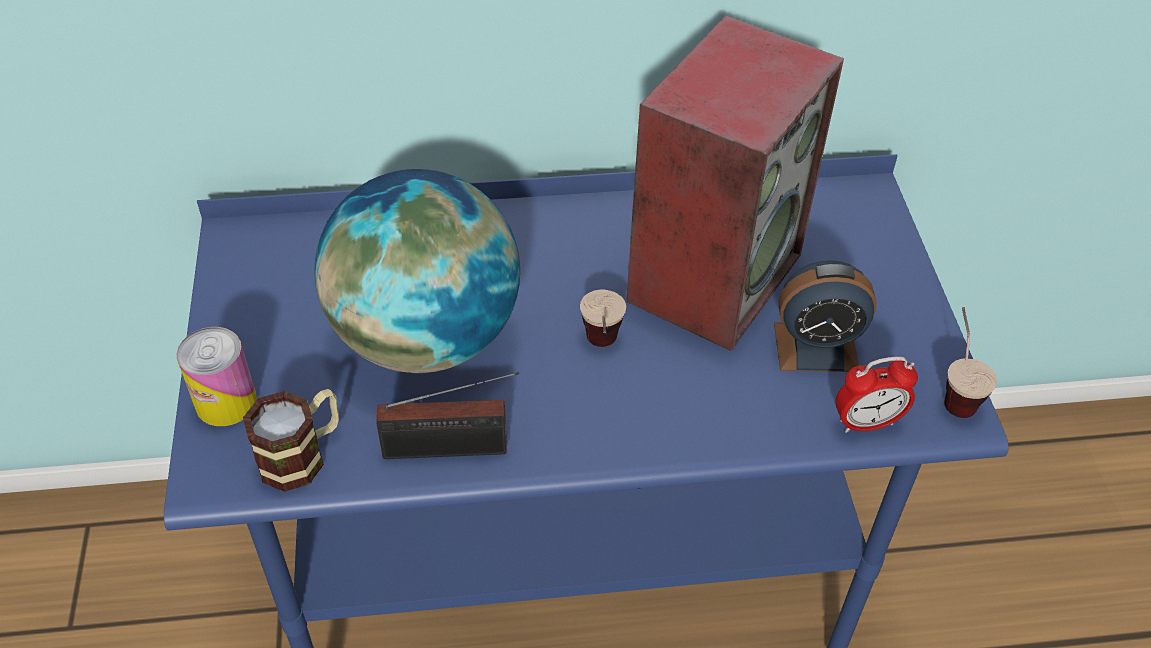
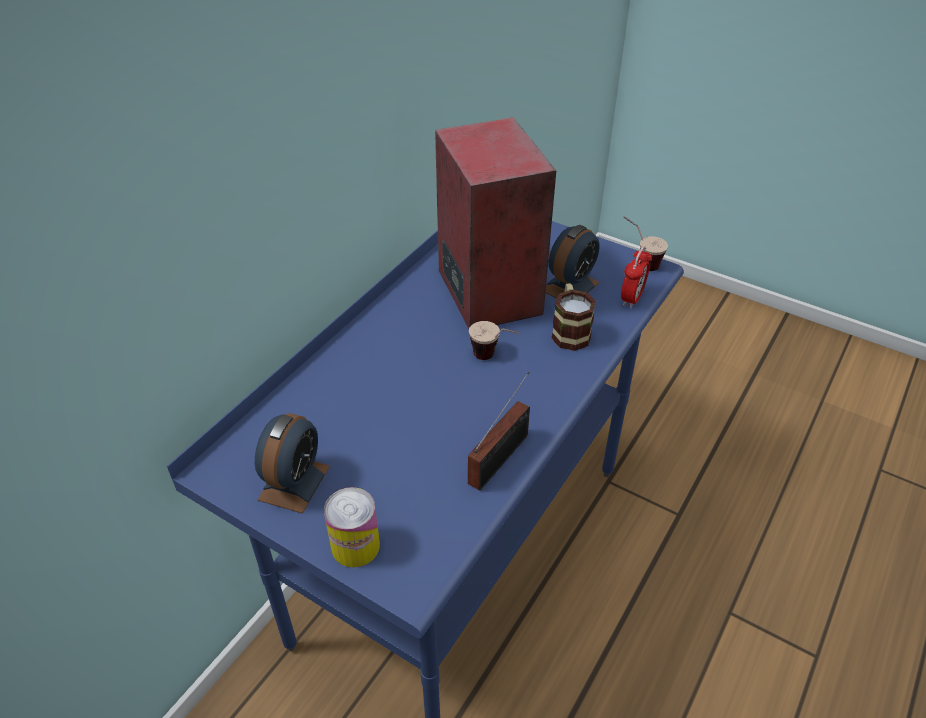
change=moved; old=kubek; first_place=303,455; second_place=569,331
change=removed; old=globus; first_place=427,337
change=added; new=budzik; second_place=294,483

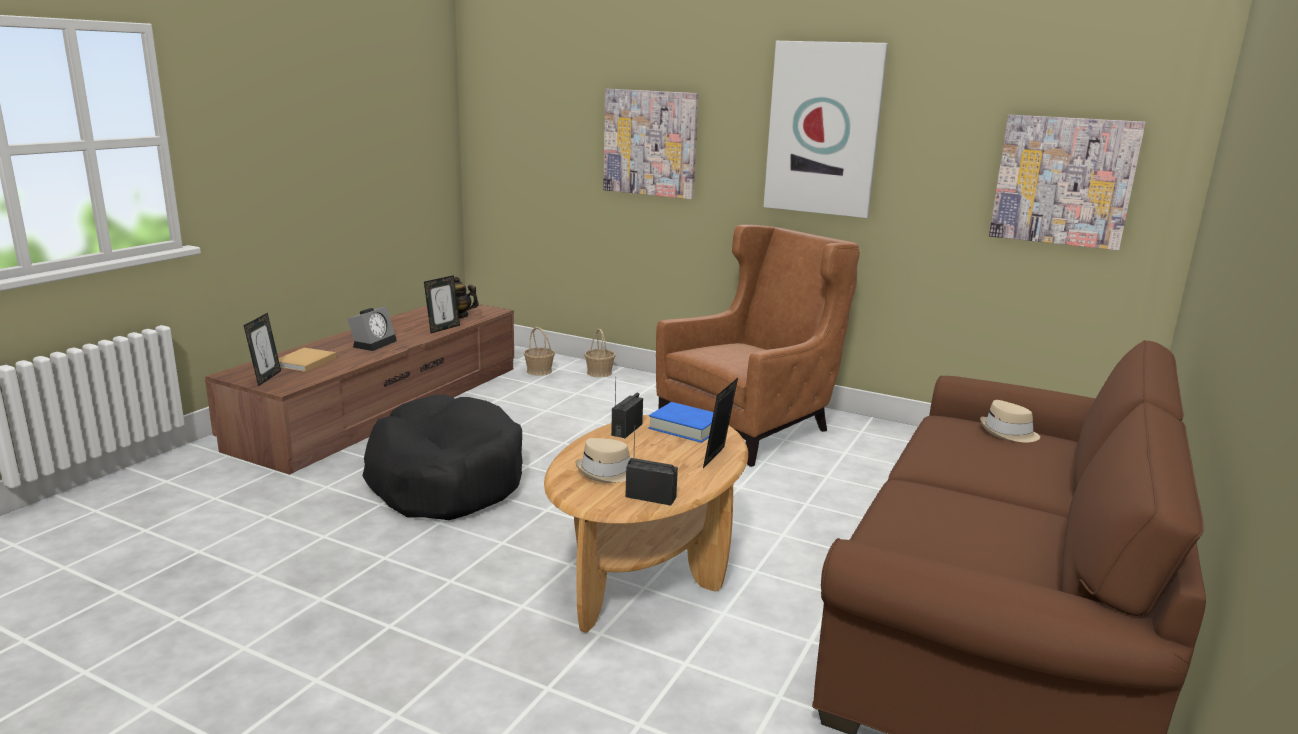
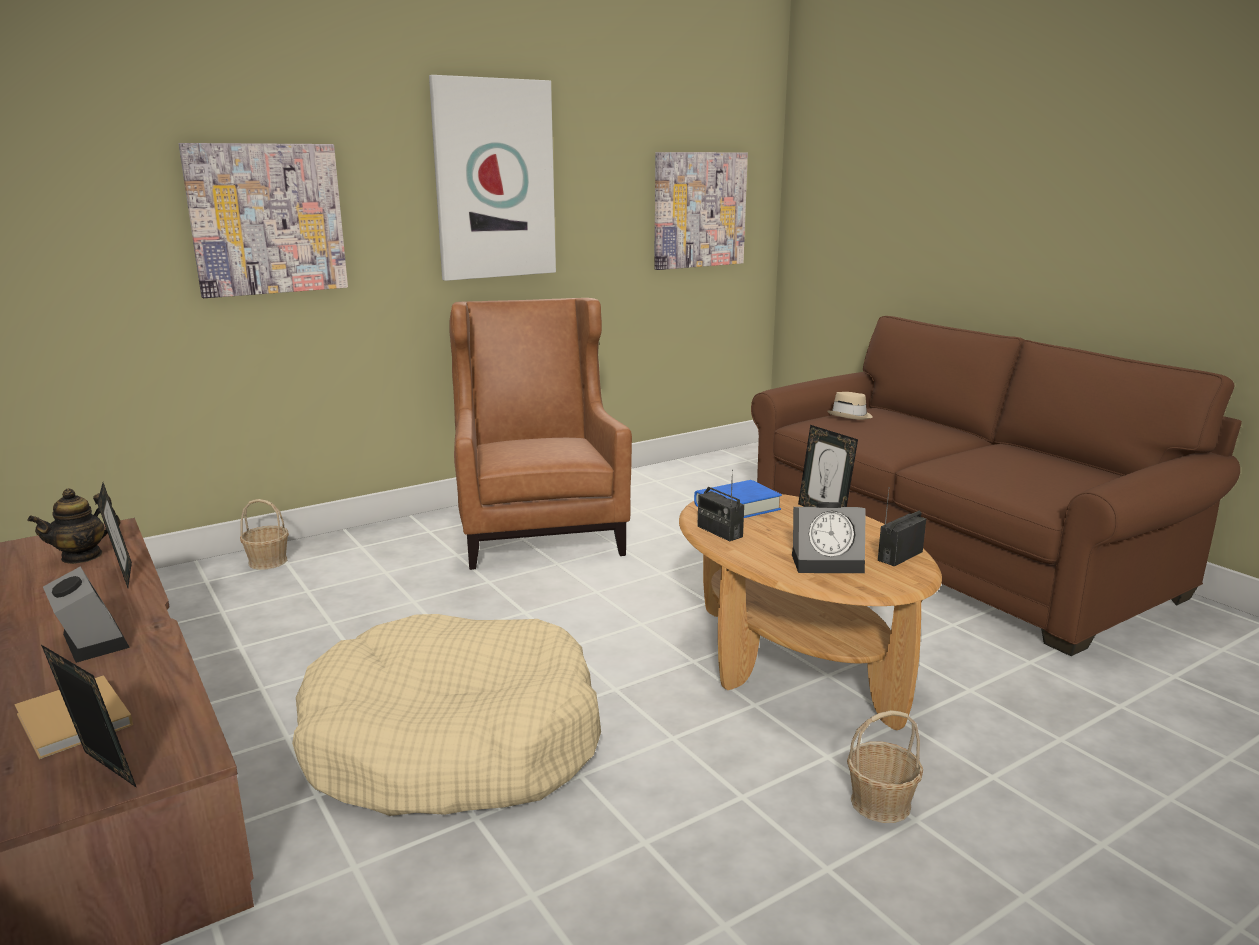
change=recoloured; old=legowisko (czarny); new=legowisko (beżowy); first_place=445,479; second_place=452,744
change=moved; old=koszyk; first_place=539,371; second_place=881,803
change=replaced; old=kapelusz (beżowy); new=budzik; first_place=607,472; second_place=829,562

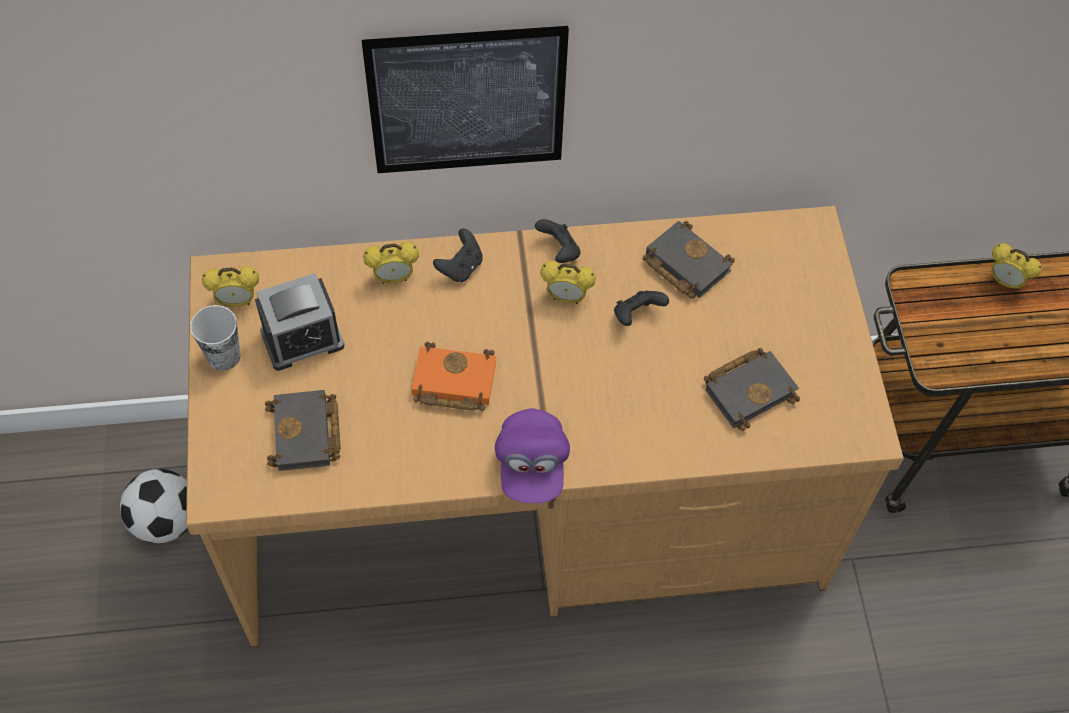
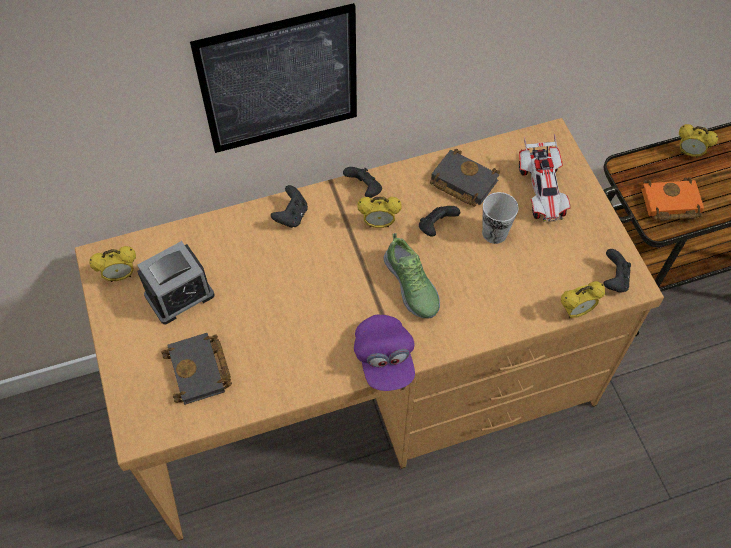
change=removed; old=piłka futbolowa; first_place=166,521
change=moved; old=filiżanka; first_place=224,356; second_place=494,233
change=moved; old=budzik; first_place=393,278; second_place=575,311
change=moved; old=książka (pomarańczowy); first_place=451,383; second_place=669,204
change=removed; old=książka (czarny); first_place=750,389
change=added; new=but; second_place=411,286
change=added; new=samochodzik; second_place=542,191
change=added; new=pad do gier (czarny); second_place=614,280

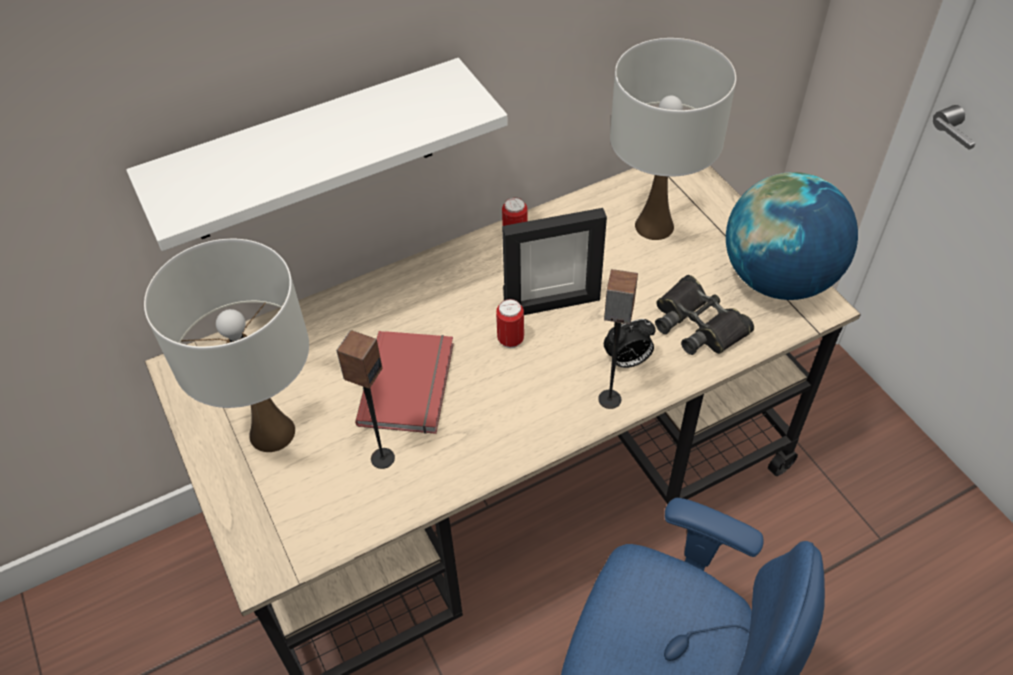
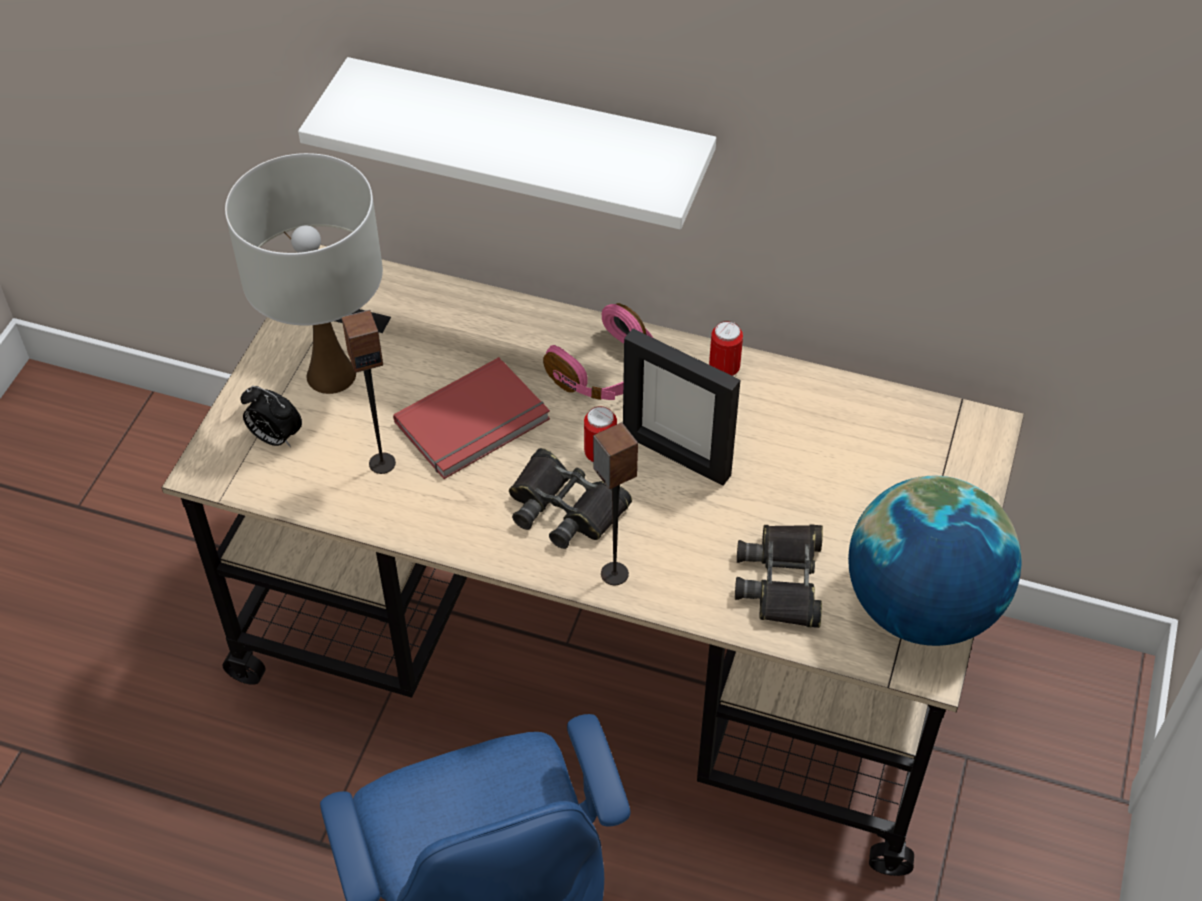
change=moved; old=budzik; first_place=627,361; second_place=275,438
change=removed; old=lampa stołowa (biały); first_place=654,226
change=added; new=lornetka (czarny); second_place=565,507
change=added; new=słuchawki (różowy); second_place=608,372

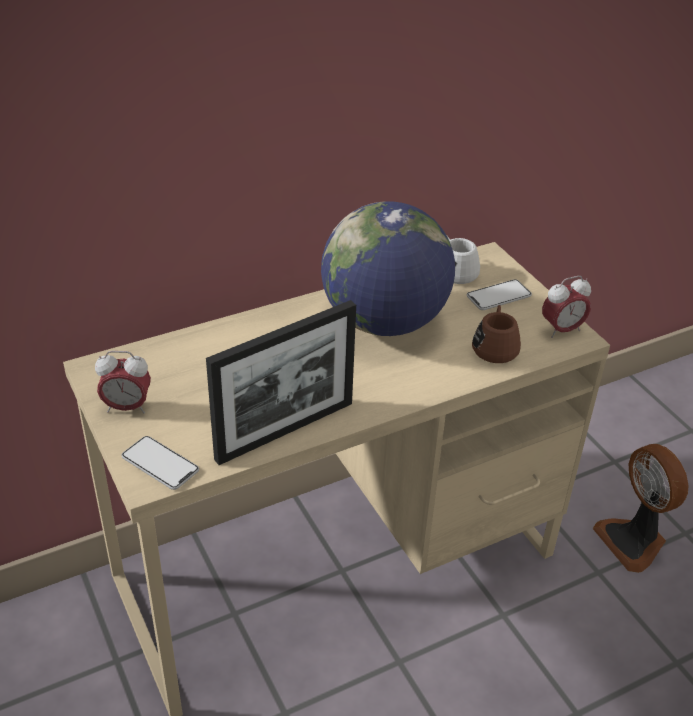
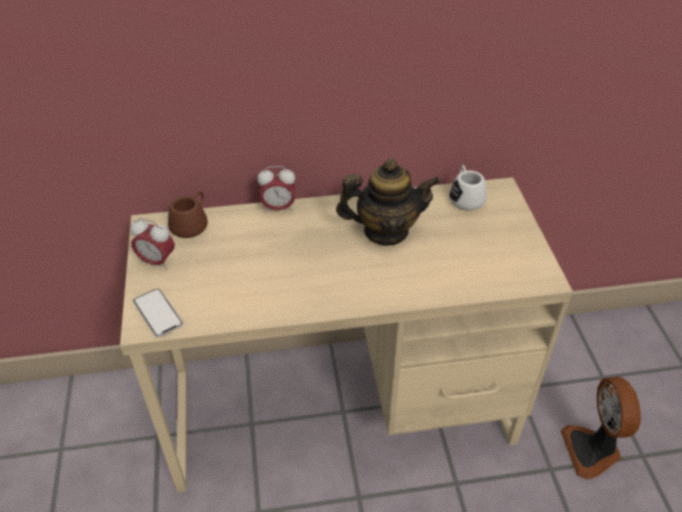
change=removed; old=ramka na zdjęcie; first_place=285,431
change=replaced; old=globus; new=imbryk; first_place=384,322; second_place=385,231
change=removed; old=telefon; first_place=498,296
change=moved; old=kubek (brązowy); first_place=495,346; second_place=191,223
change=moved; old=budzik; first_place=561,330; second_place=278,208

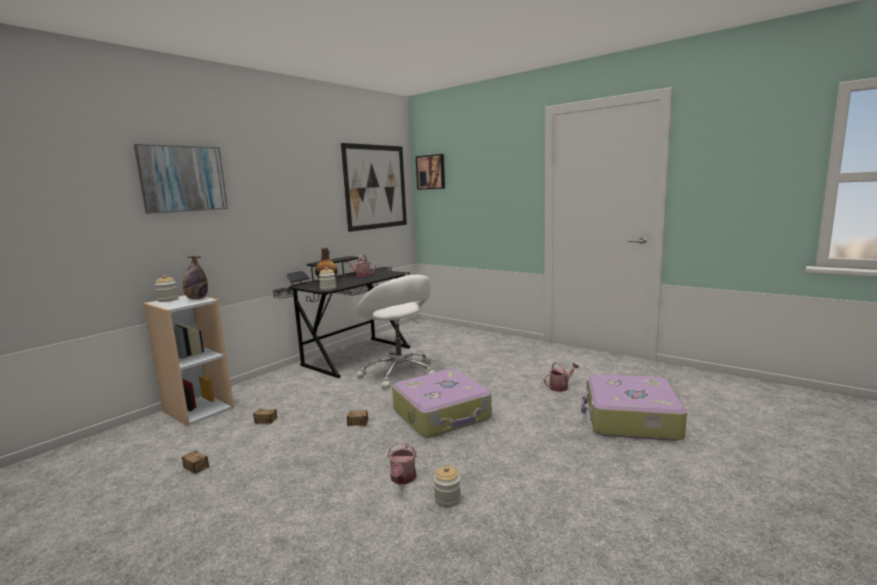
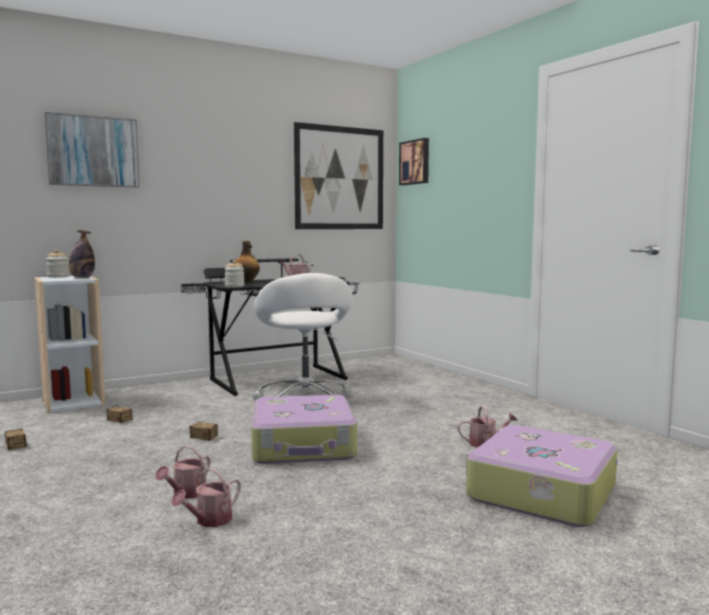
change=replaced; old=słoik; new=konewka; first_place=447,499; second_place=209,521

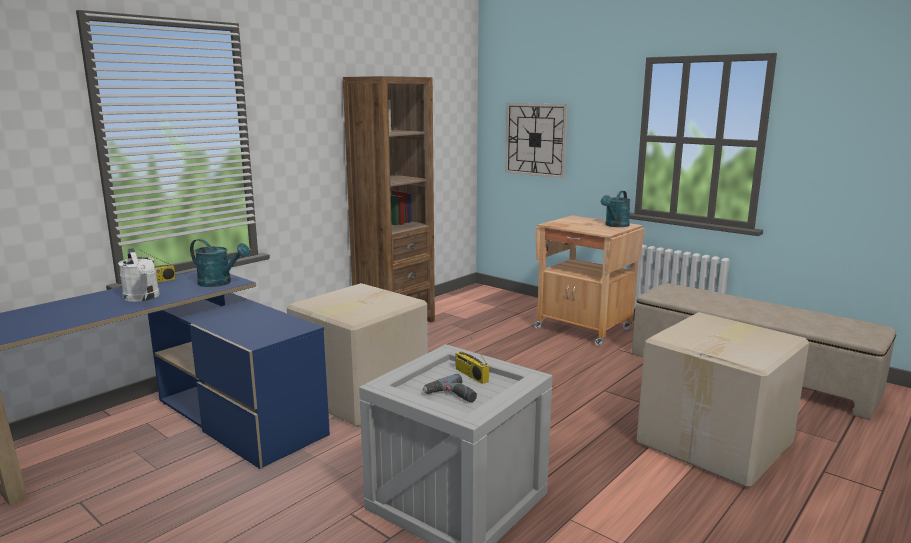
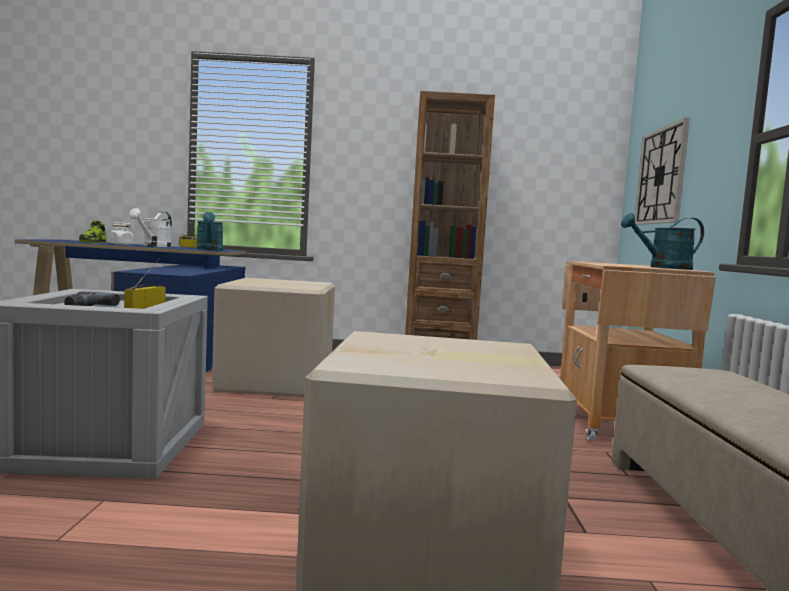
change=added; new=but; second_place=93,242
change=added; new=słoik (biały); second_place=121,244

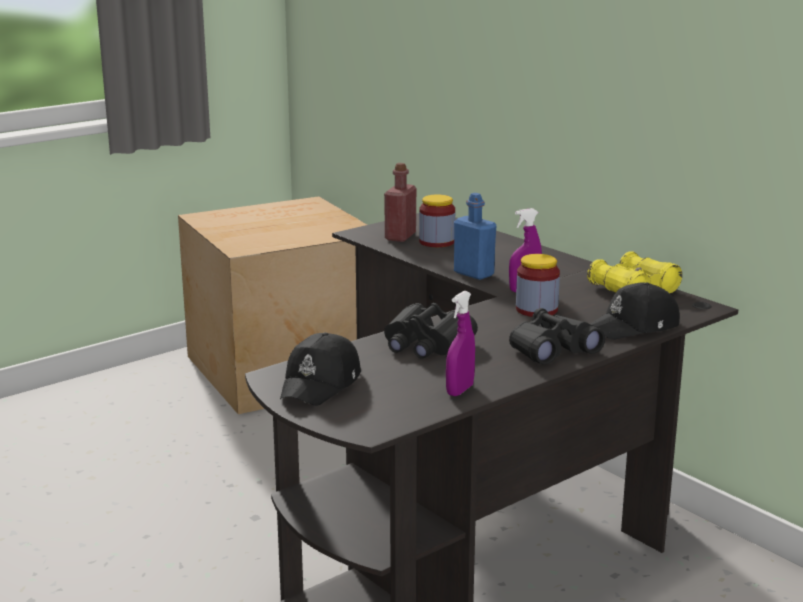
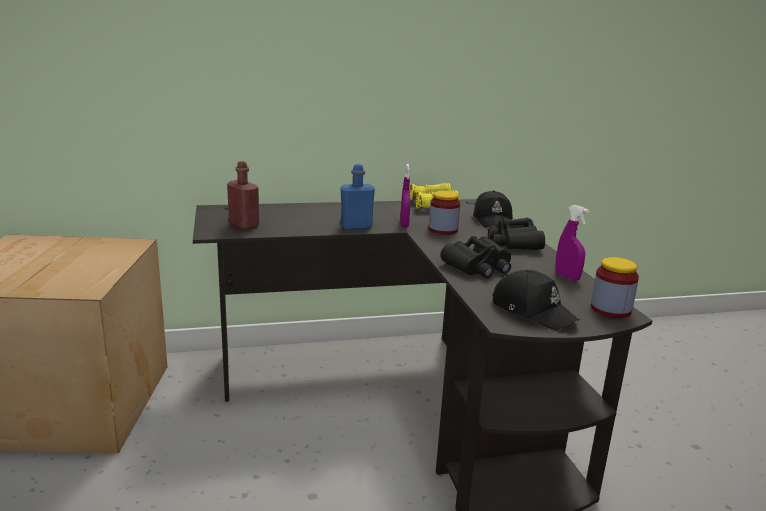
change=moved; old=słoik; first_place=437,242; second_place=610,309

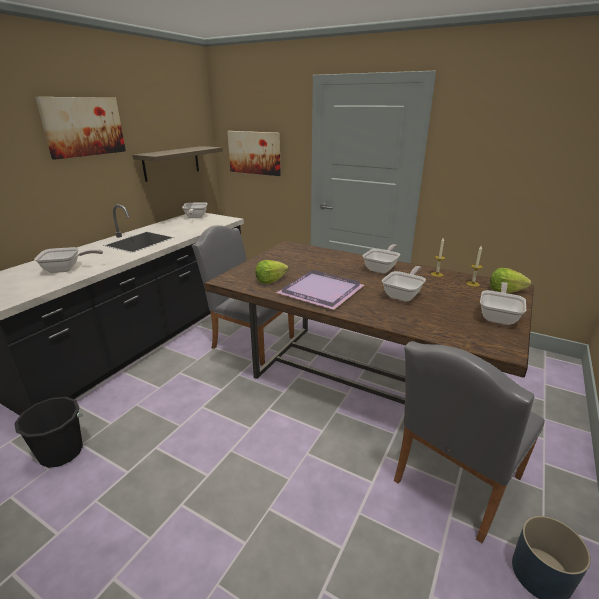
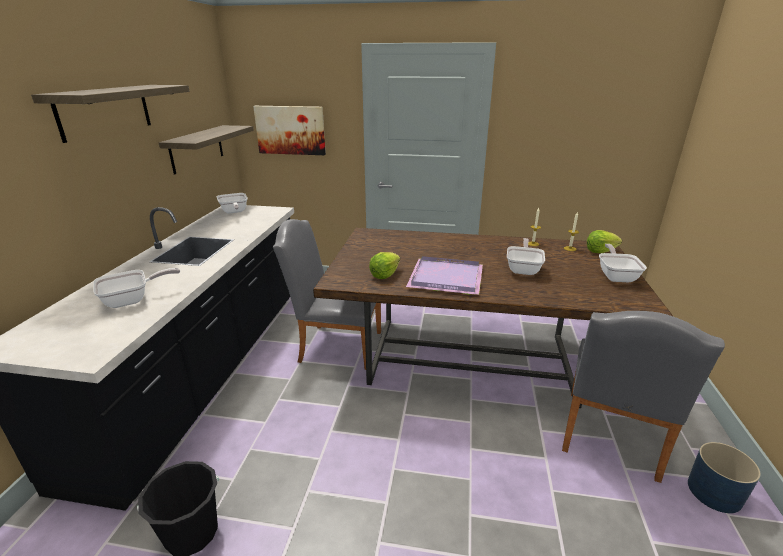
change=replaced; old=obraz; new=półka; first_place=83,126; second_place=105,111
change=removed; old=patelnia; first_place=382,268

